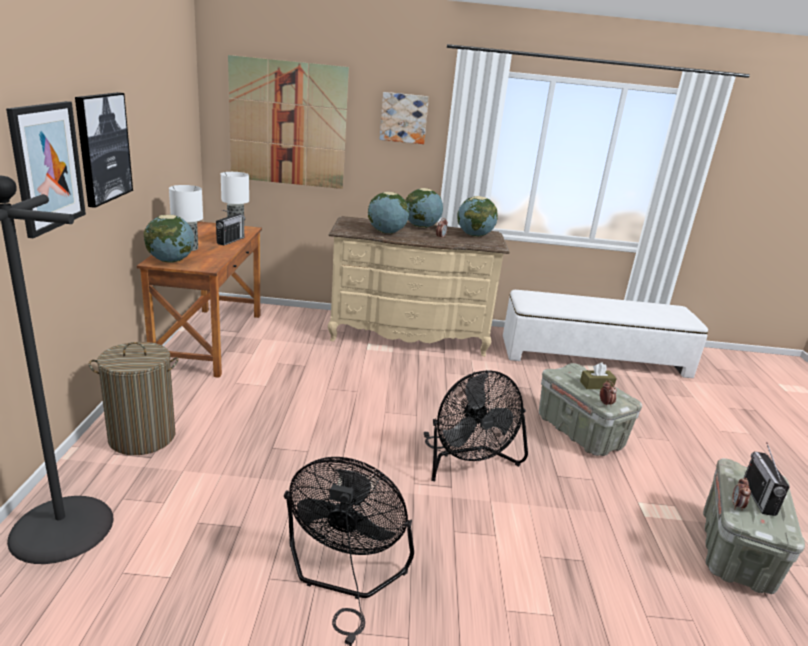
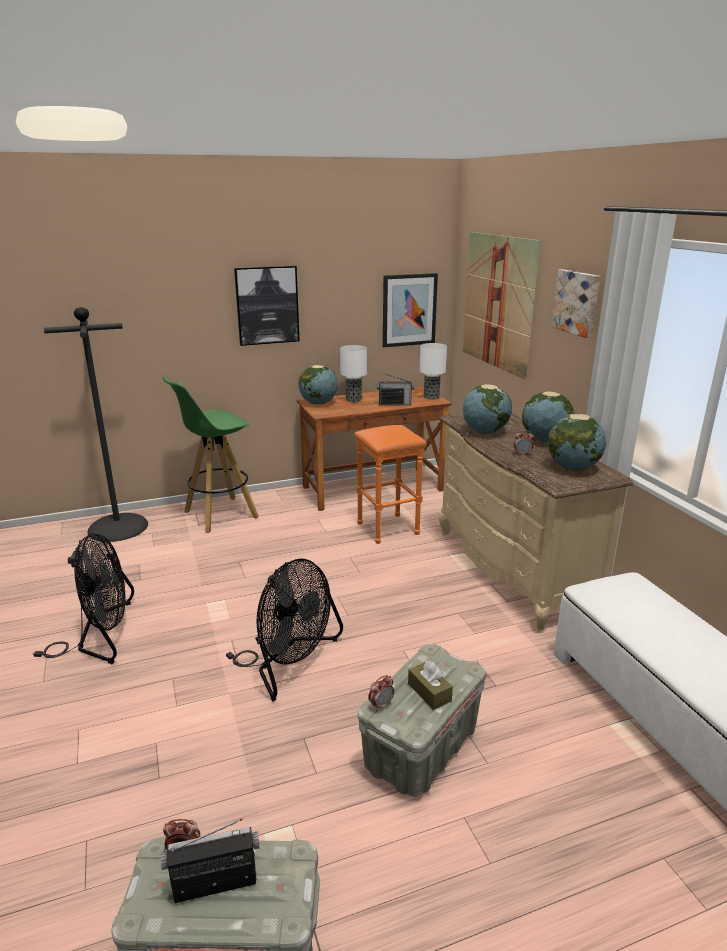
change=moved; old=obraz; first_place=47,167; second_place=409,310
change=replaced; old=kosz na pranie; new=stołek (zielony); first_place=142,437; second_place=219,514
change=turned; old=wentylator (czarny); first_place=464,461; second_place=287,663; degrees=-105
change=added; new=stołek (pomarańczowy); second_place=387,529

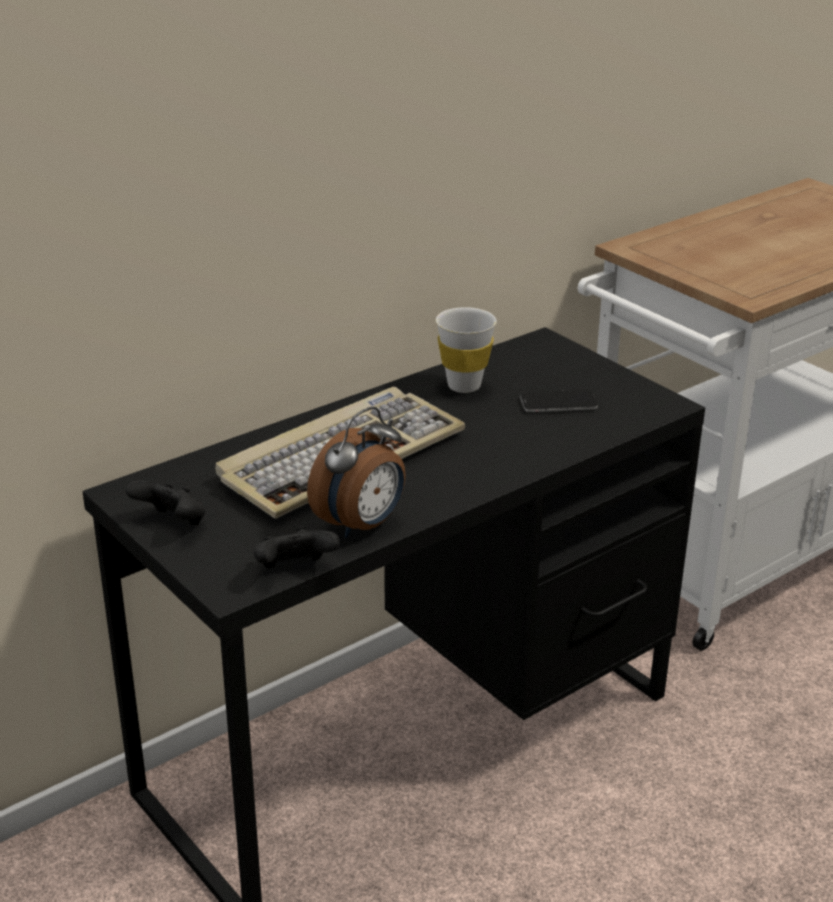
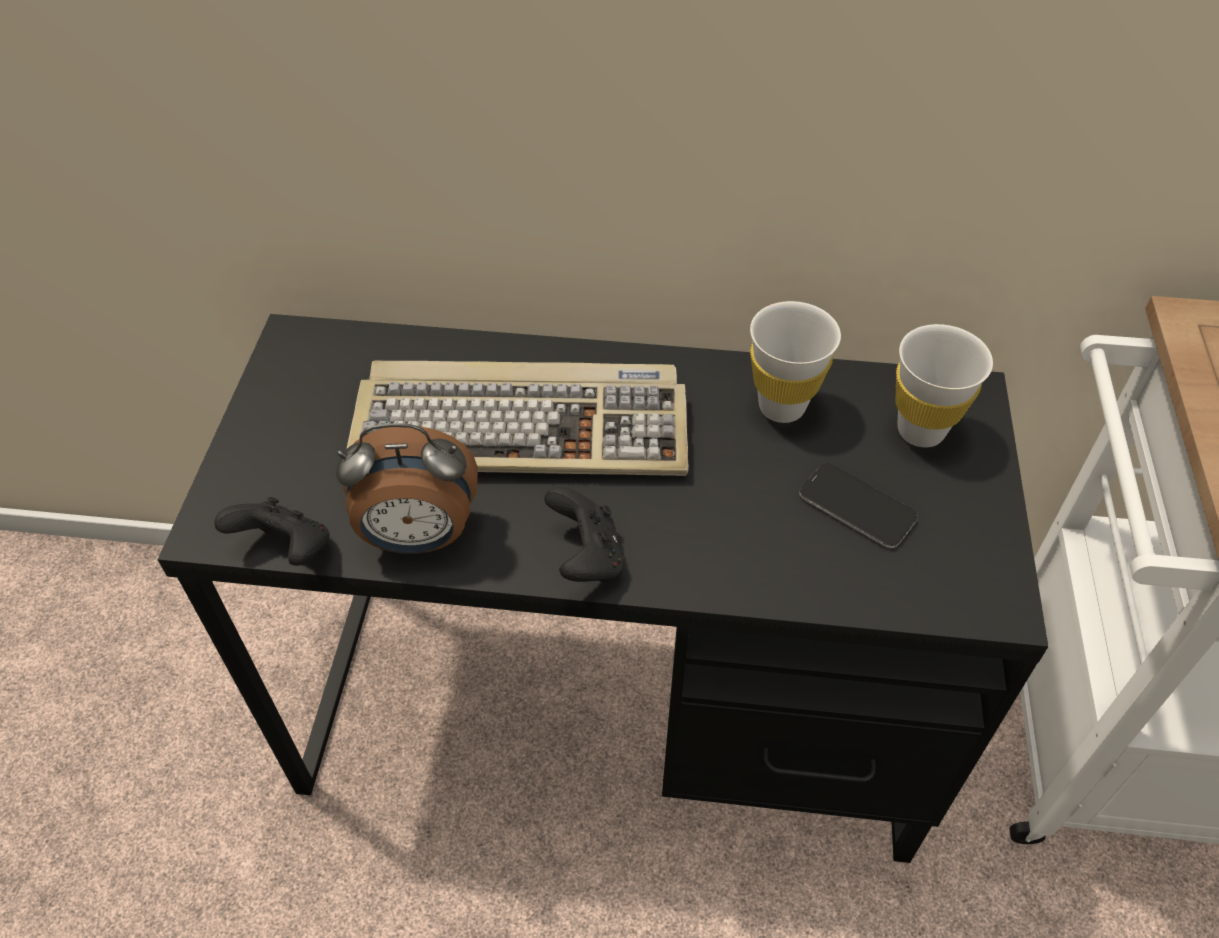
change=moved; old=pad do gier (czarny); first_place=172,523; second_place=586,557
change=added; new=filiżanka (biały); second_place=920,430

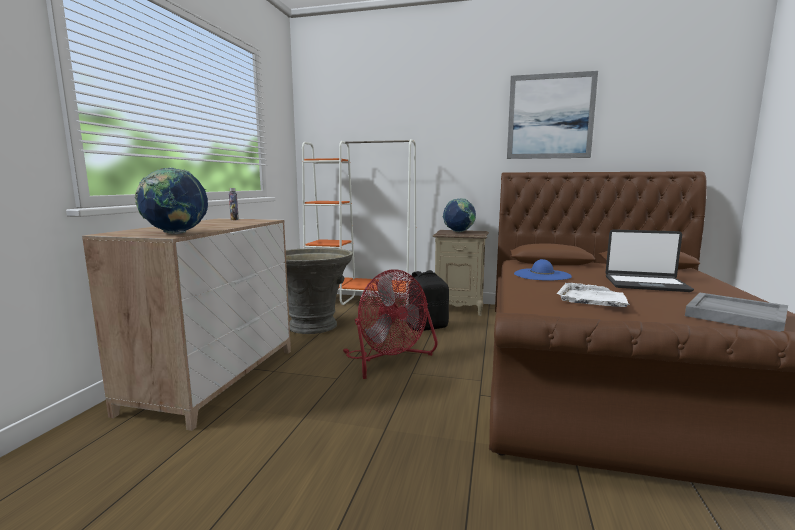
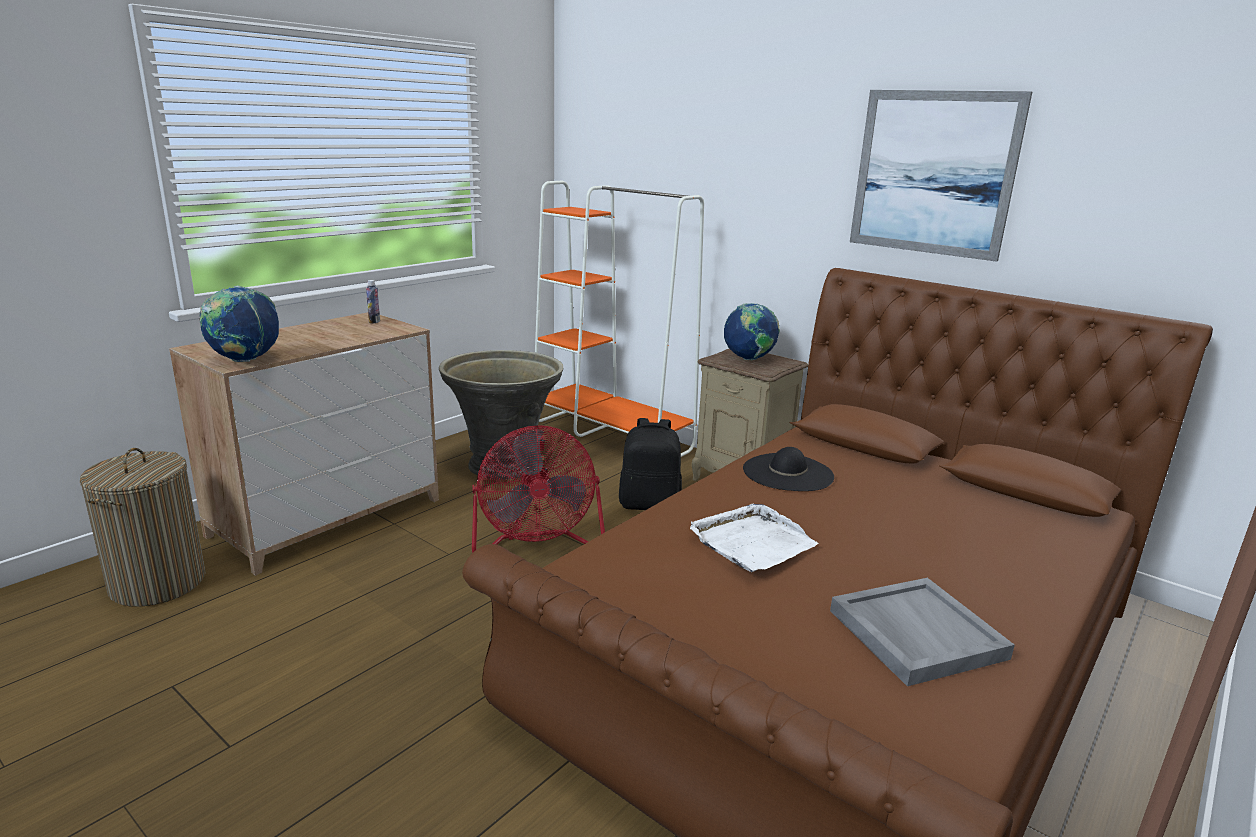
change=recoloured; old=kapelusz (niebieski); new=kapelusz (czarny); first_place=542,275; second_place=788,472
change=removed; old=laptop; first_place=645,284
change=added; new=kosz na pranie; second_place=158,583

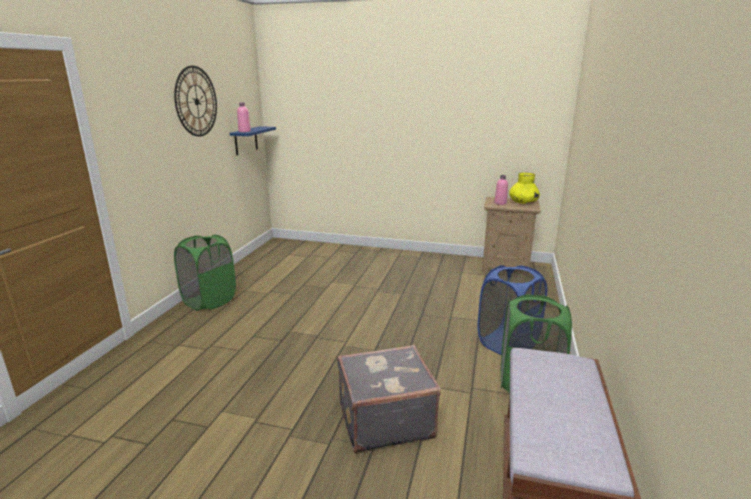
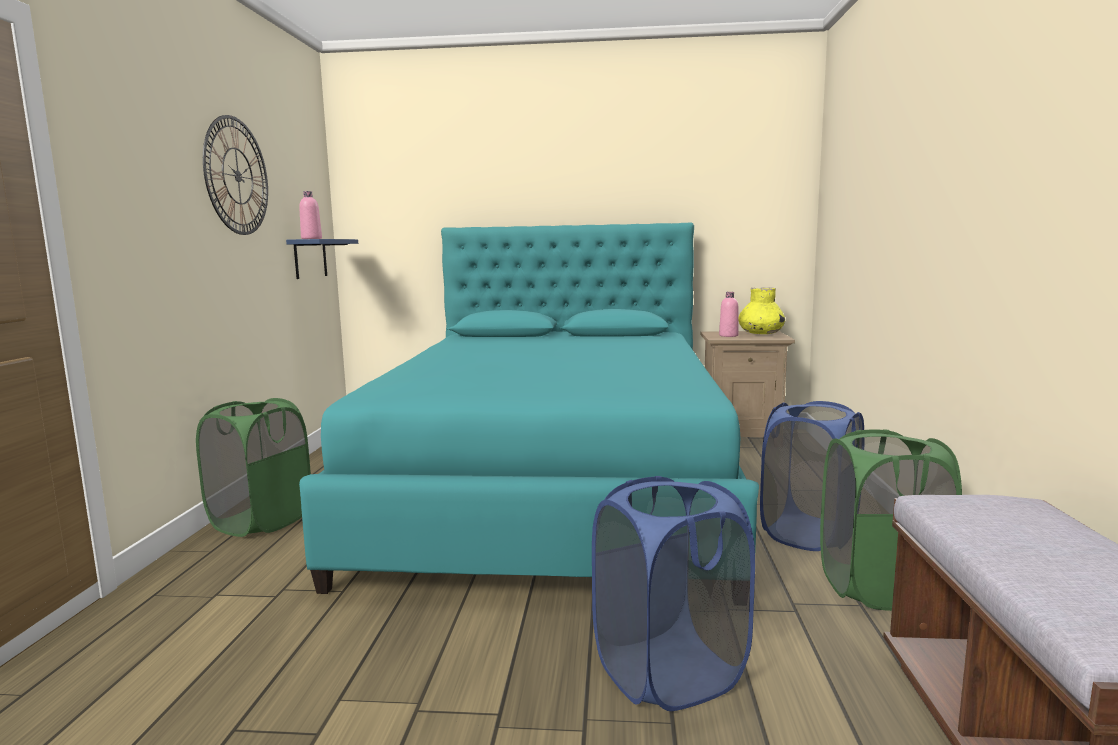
change=replaced; old=walizka (szary); new=kosz na pranie (niebieski); first_place=384,419; second_place=668,672
change=added; new=łóżko (turkusowy); second_place=554,488

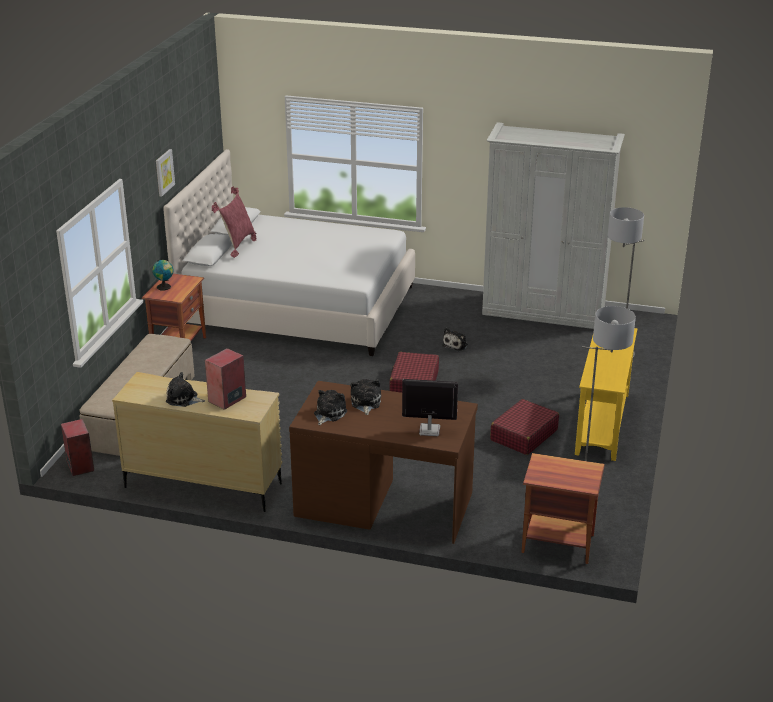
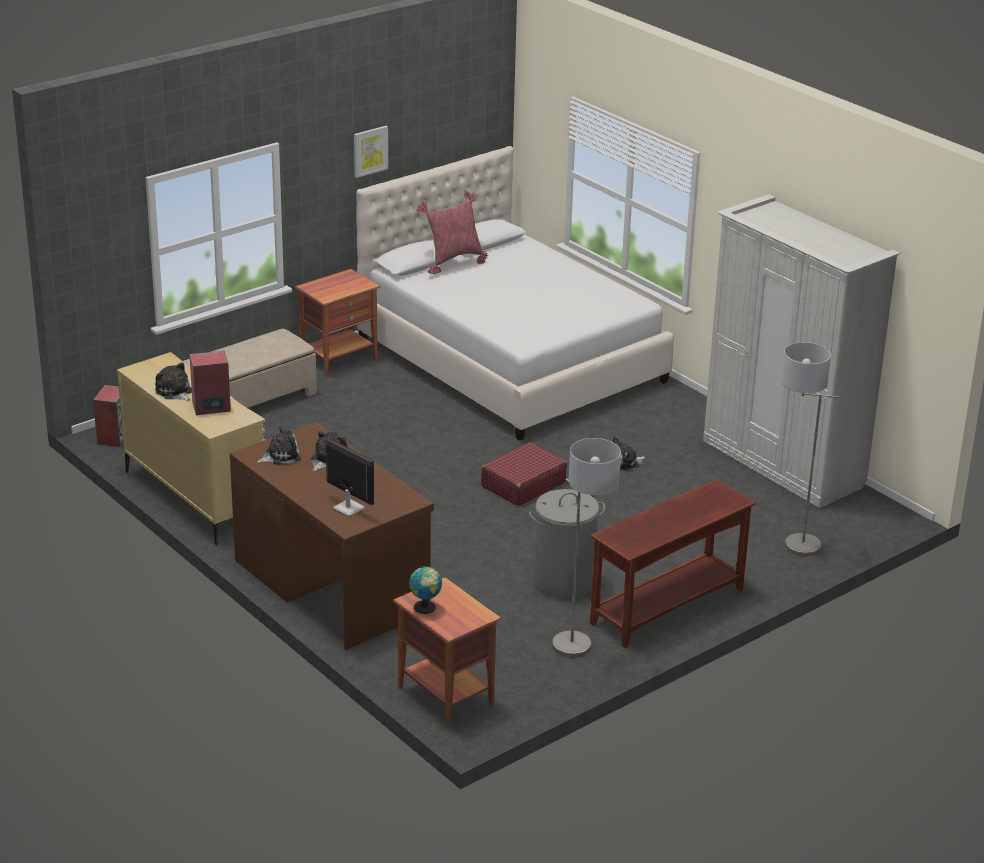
change=moved; old=globus; first_place=165,287; second_place=425,608
change=replaced; old=walizka (czerwony); new=kosz na pranie (szary); first_place=523,435; second_place=563,582
change=recoloured; old=stolik konsolowy (żółty); new=stolik konsolowy (brązowy); first_place=602,424; second_place=667,607

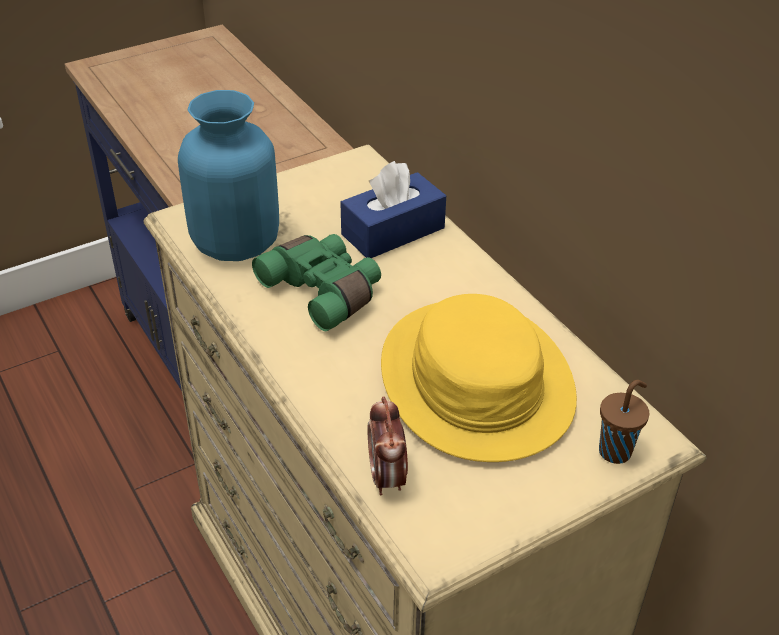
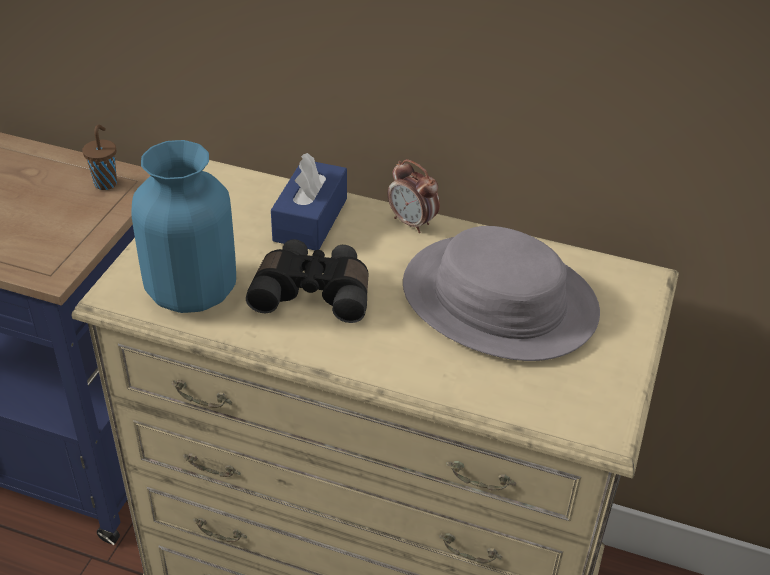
change=recoloured; old=lornetka (zielony); new=lornetka (czarny); first_place=324,291; second_place=313,292
change=moved; old=budzik; first_place=387,477; second_place=412,223
change=recoloured; old=kapelusz (żółty); new=kapelusz (szary); first_place=475,381; second_place=498,300
change=moved; old=filiżanka (brązowy); first_place=616,451; second_place=106,183

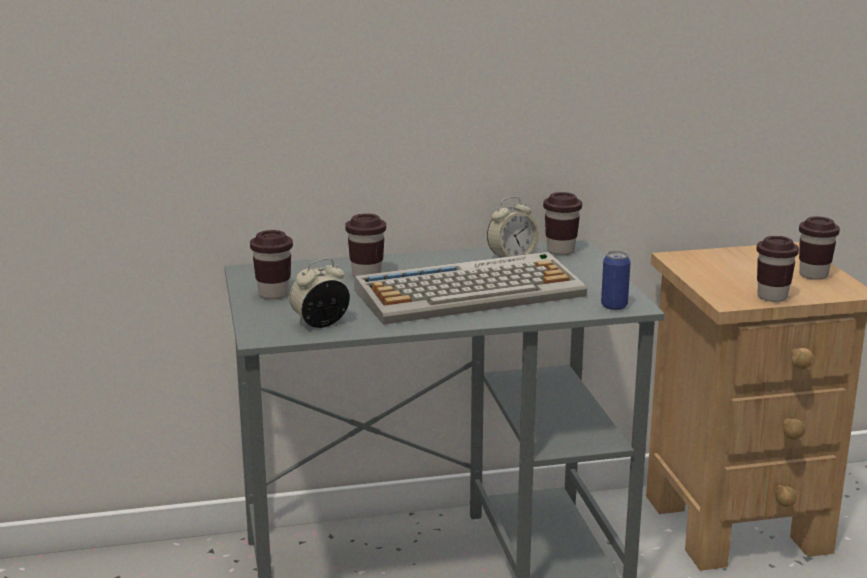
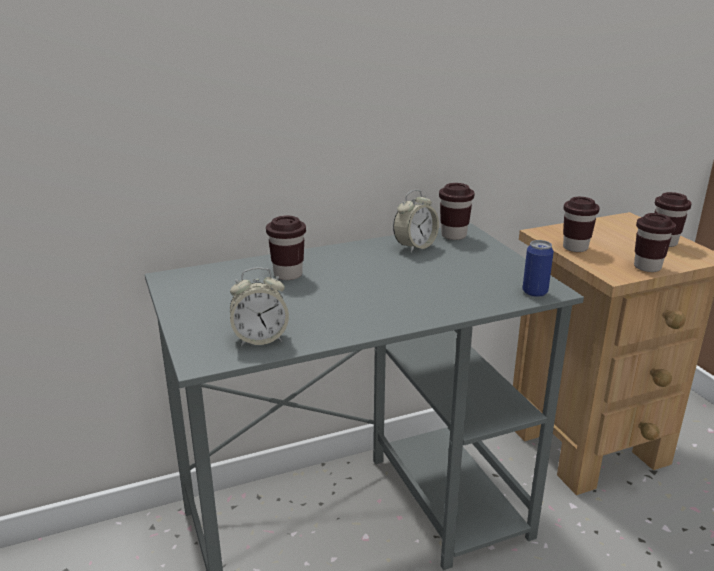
change=moved; old=filiżanka (brązowy); first_place=273,294; second_place=575,248
change=turned; old=budzik; first_place=320,324; second_place=260,339; degrees=-150
change=removed; old=klawiatura; first_place=471,292

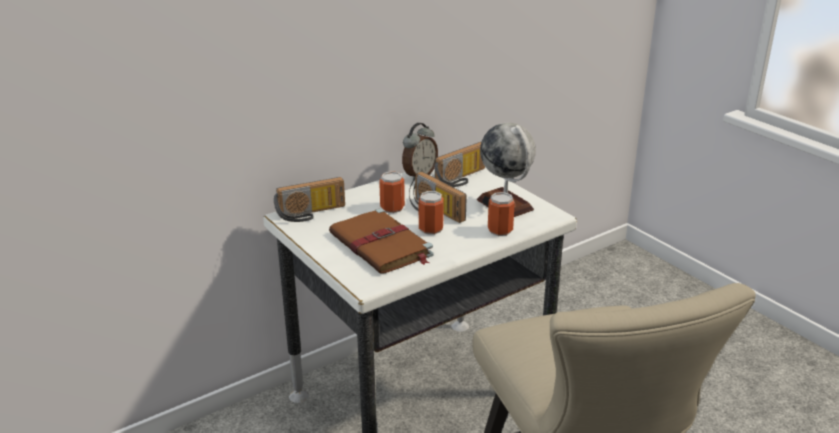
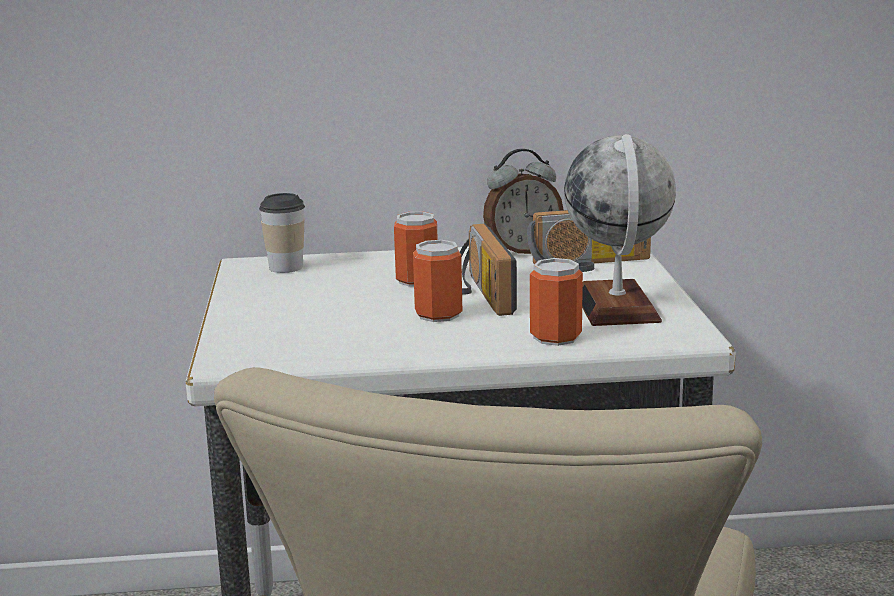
change=replaced; old=radio; new=filiżanka; first_place=311,214; second_place=286,267
change=removed; old=książka (brązowy); first_place=381,245

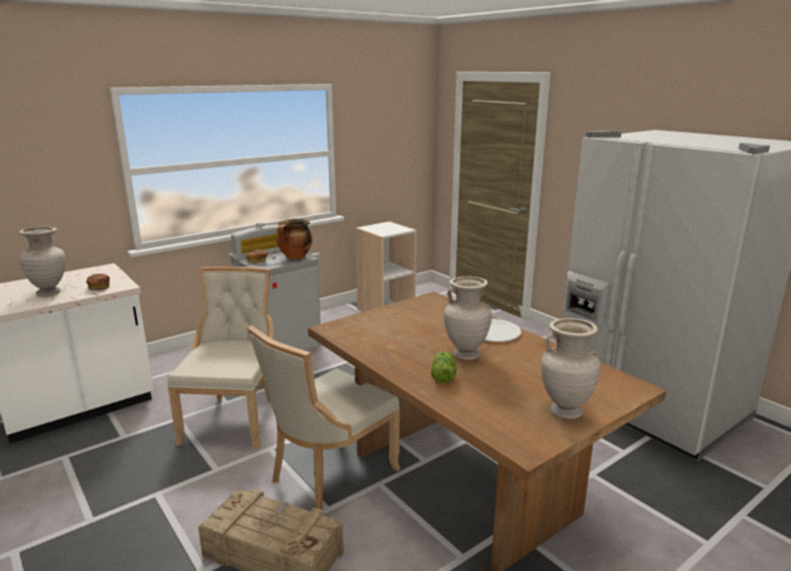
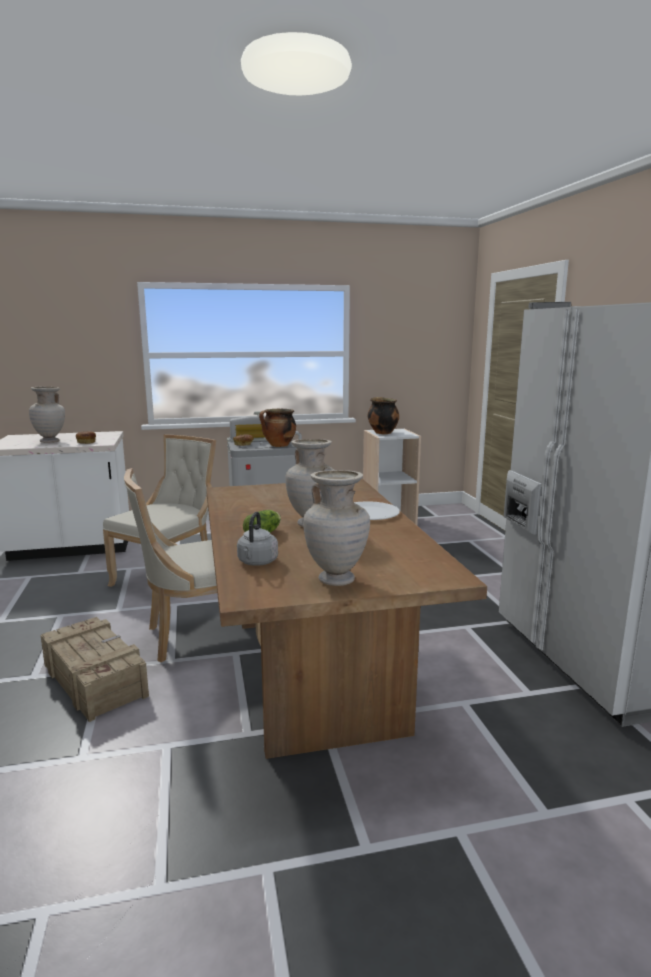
change=added; new=czajnik (szary); second_place=257,562
change=added; new=garnek; second_place=382,433

